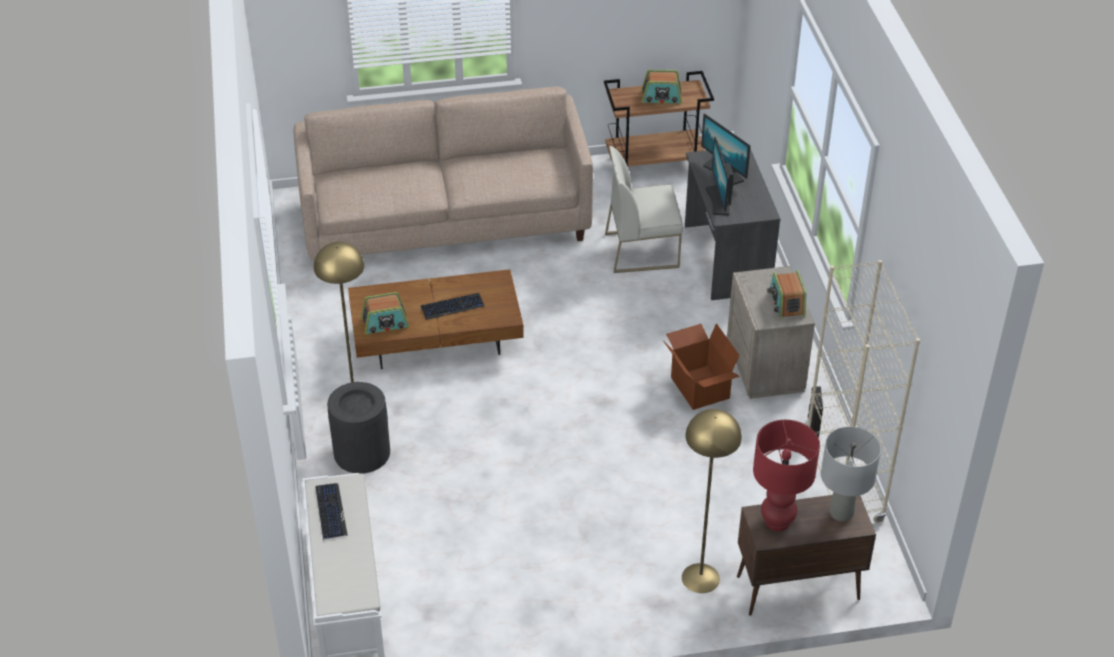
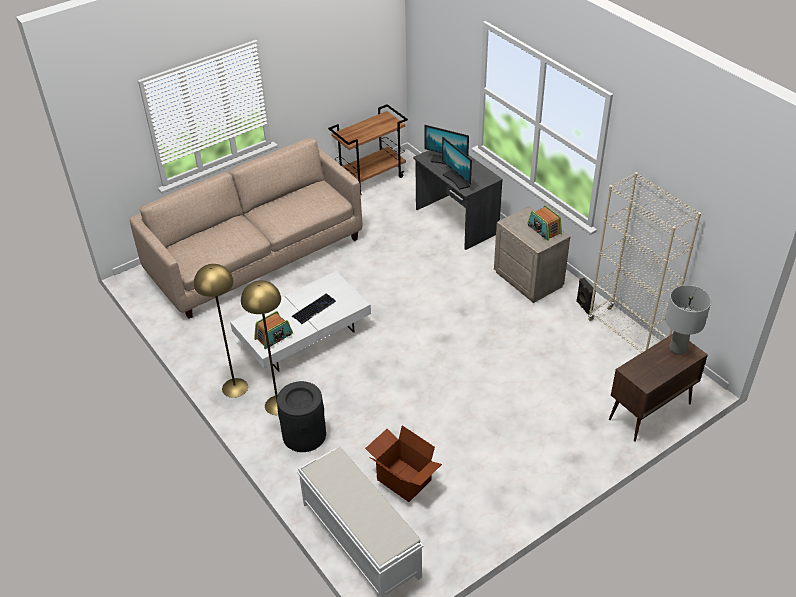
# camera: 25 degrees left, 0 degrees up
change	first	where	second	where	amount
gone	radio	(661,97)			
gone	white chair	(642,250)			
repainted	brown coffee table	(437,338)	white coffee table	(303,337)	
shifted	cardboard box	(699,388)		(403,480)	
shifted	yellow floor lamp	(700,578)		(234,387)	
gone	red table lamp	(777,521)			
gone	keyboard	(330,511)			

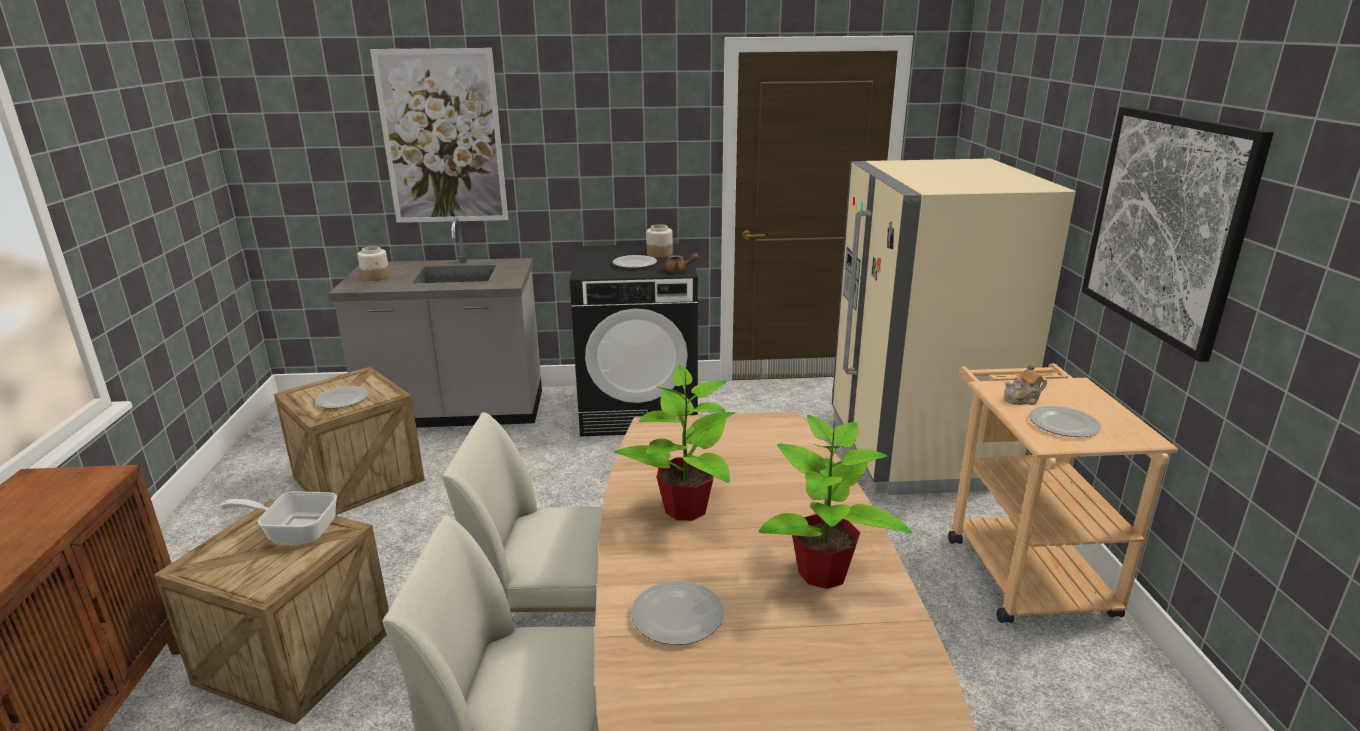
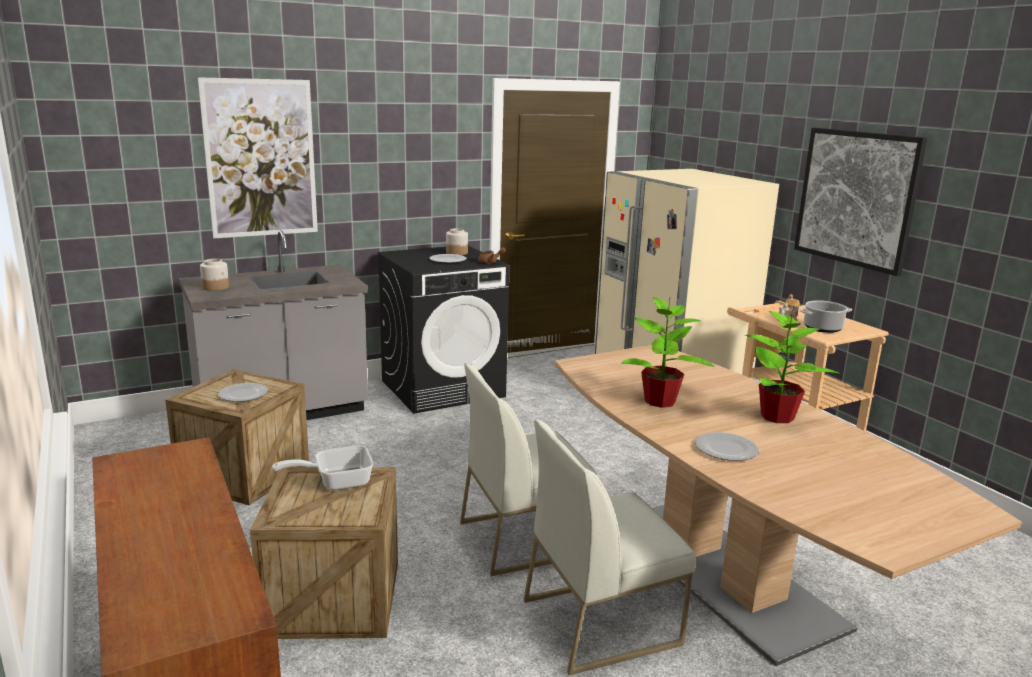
# camera: 25 degrees left, 5 degrees down
change	first	where	second	where	amount
swapped	plate	(1064,424)	cooking pot	(823,328)	

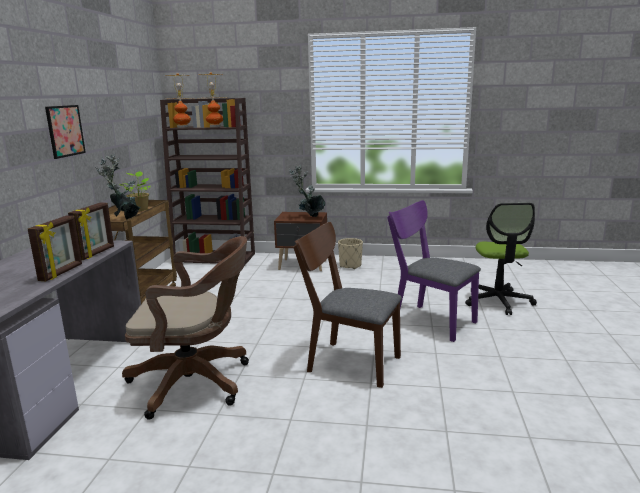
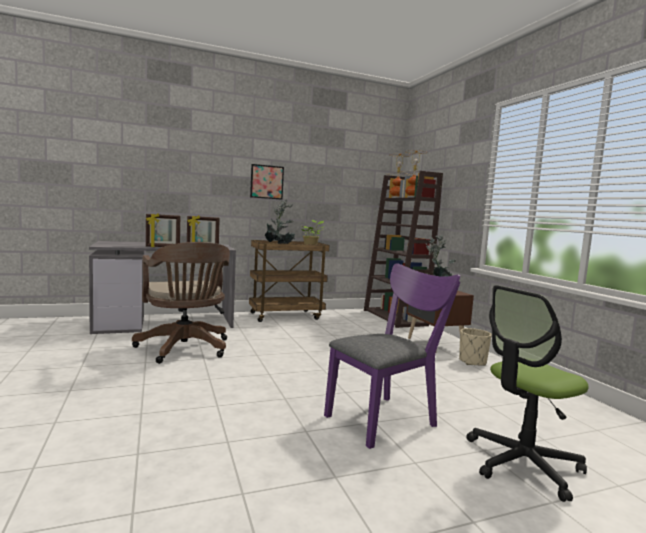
# camera: 60 degrees right, 10 degrees down
change	first	where	second	where	amount
rotated	purple chair	(428,320)		(386,418)	45 degrees clockwise
gone	brown chair	(347,362)			

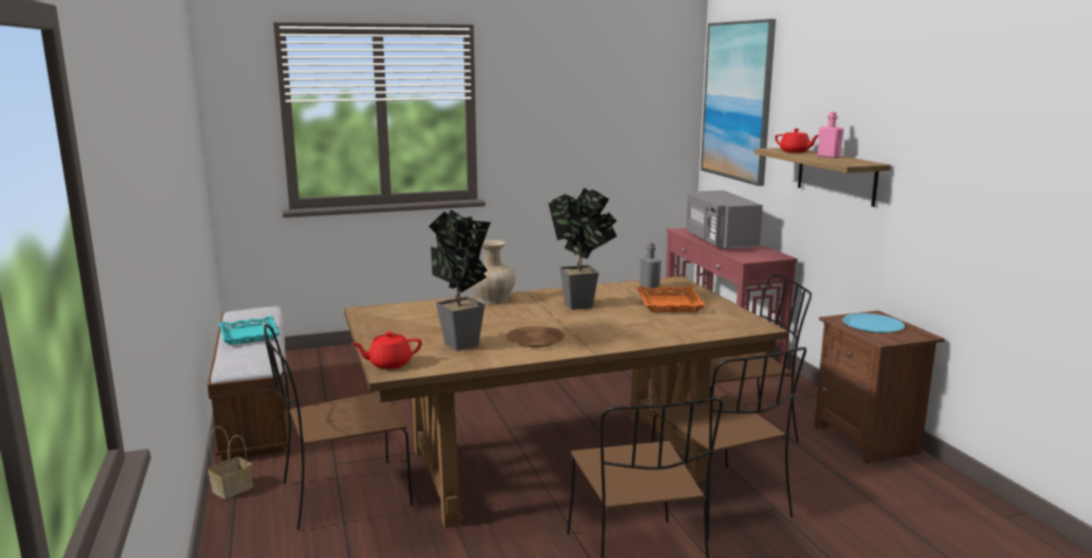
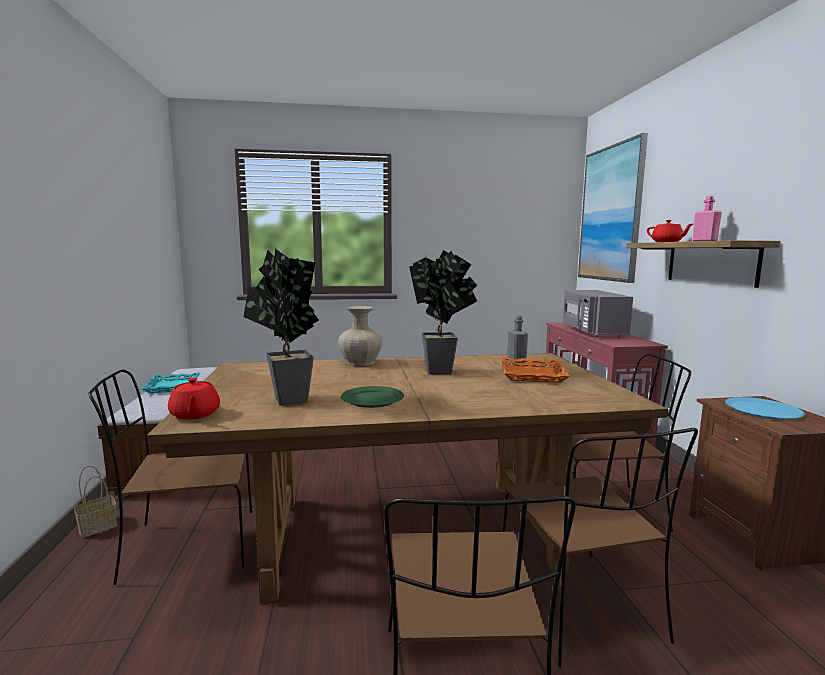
# camera: 10 degrees right, 5 degrees down
change	first	where	second	where	amount
repainted	brown plate	(535,339)	green plate	(372,399)	
rotated	red teapot	(389,364)		(195,415)	105 degrees counterclockwise

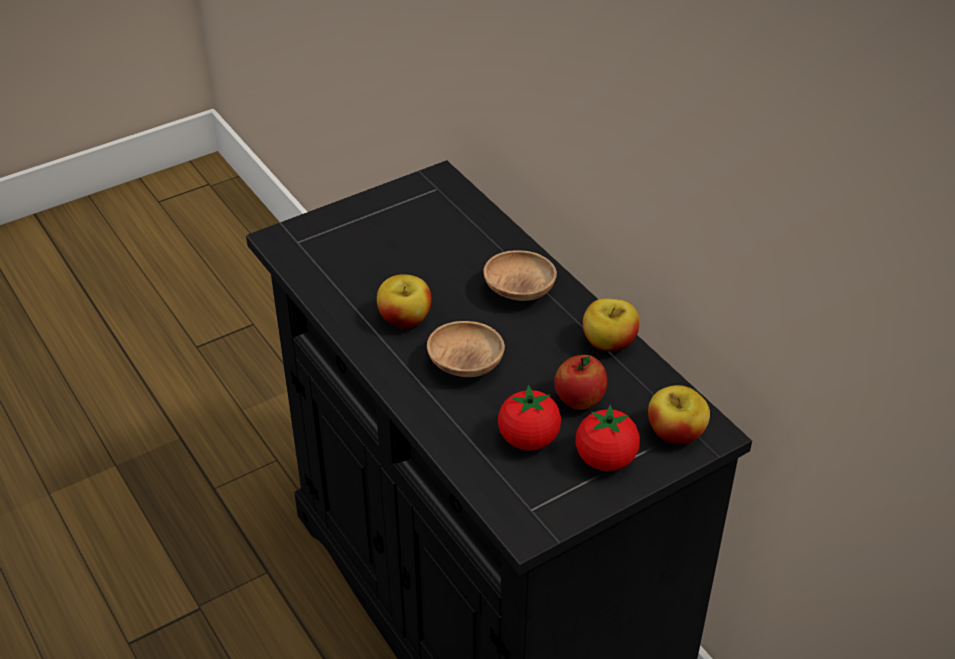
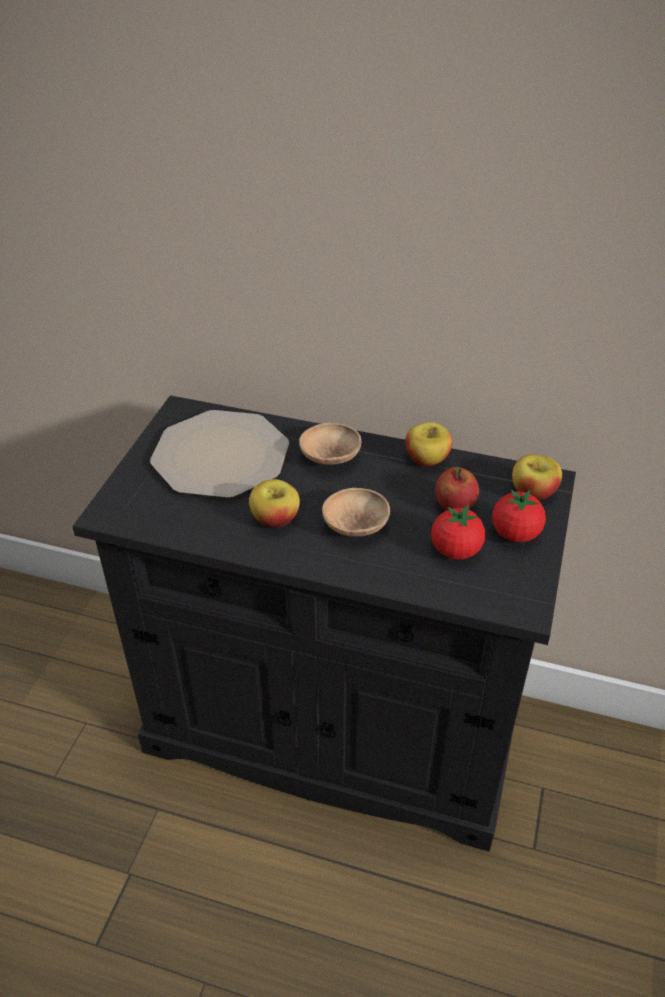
# camera: 40 degrees left, 0 degrees up
change	first	where	second	where	amount
new			plate	(220,455)	

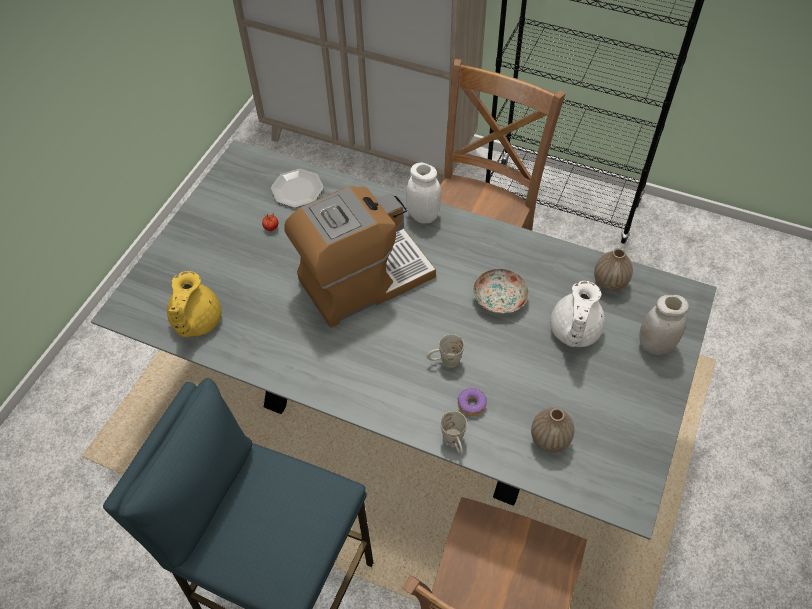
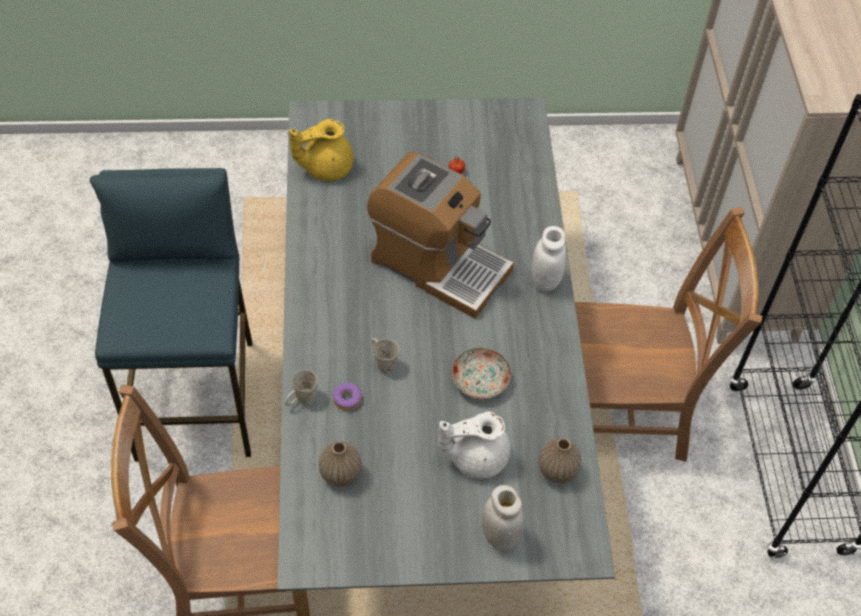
# camera: 60 degrees right, 0 degrees up
change	first	where	second	where	amount
gone	plate	(297,189)			

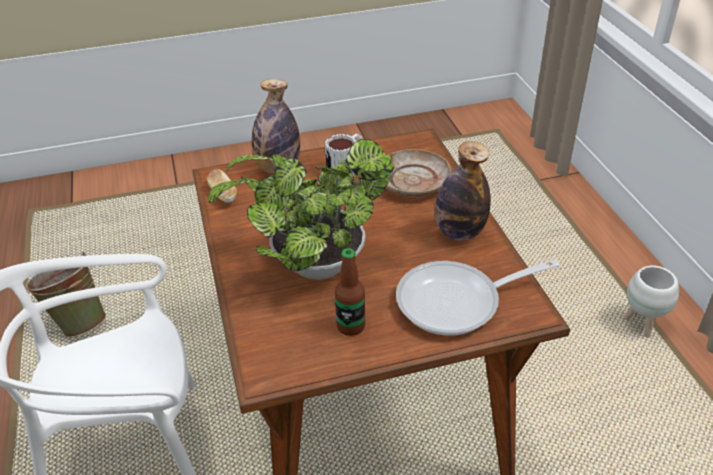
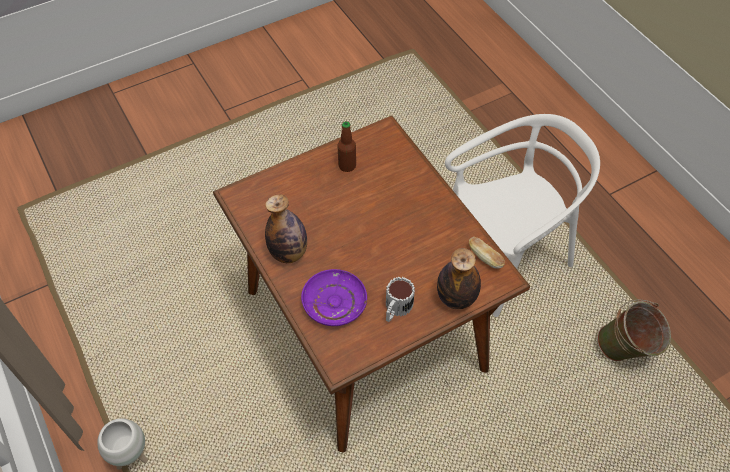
# camera: 165 degrees right, 15 degrees up
change	first	where	second	where	amount
gone	potted plant	(312,266)			
repainted	beige plate	(413,182)	purple plate	(334,302)	
gone	frying pan	(457,302)			

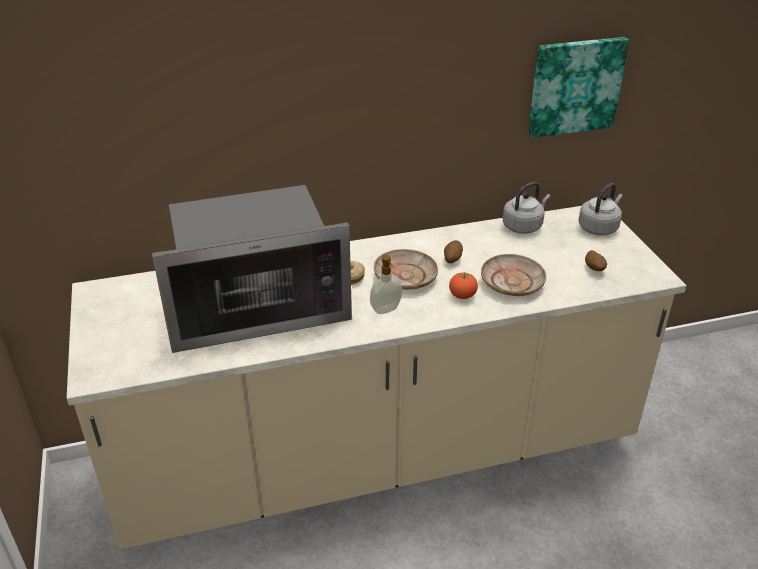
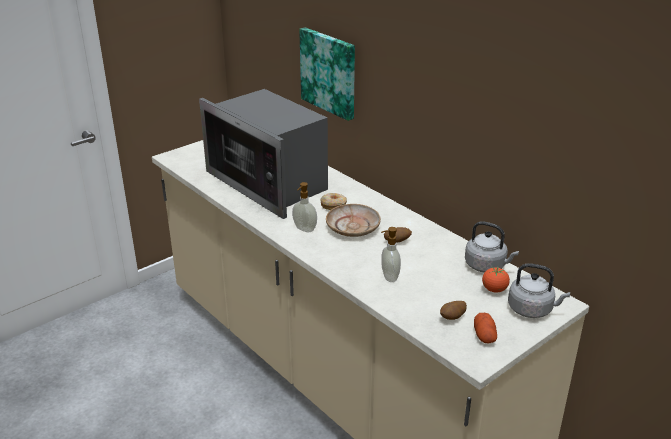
# camera: 65 degrees right, 5 degrees down
change	first	where	second	where	amount
shifted	picture	(574,86)		(329,72)	
swapped	beige plate	(512,283)	soap dispenser	(389,277)	
shifted	tomato	(462,296)		(494,289)	
new			potato	(484,335)	

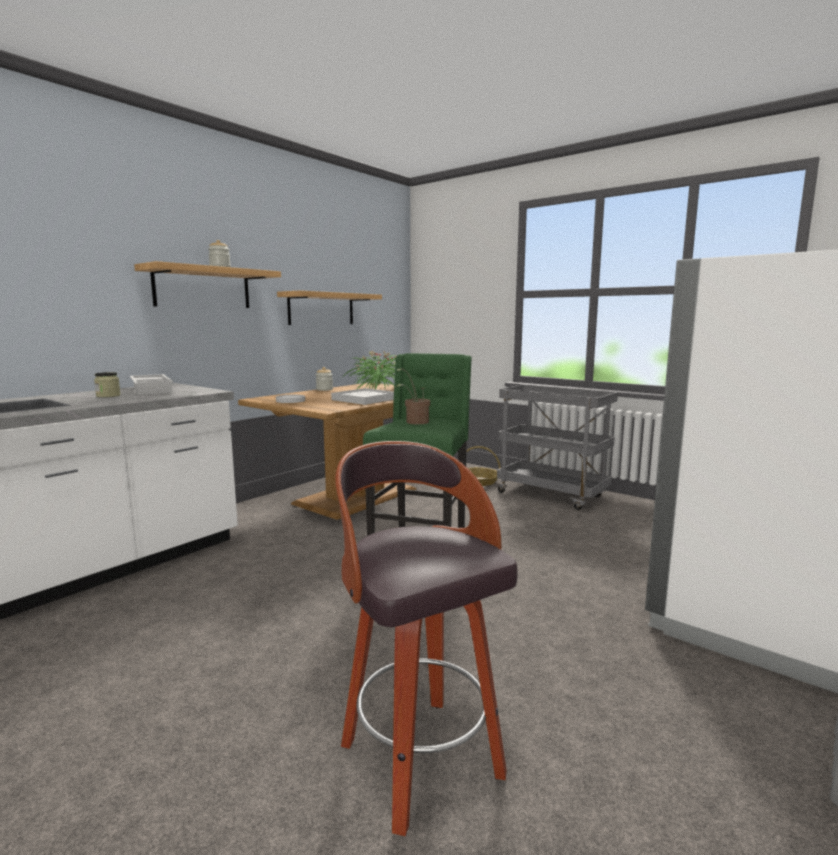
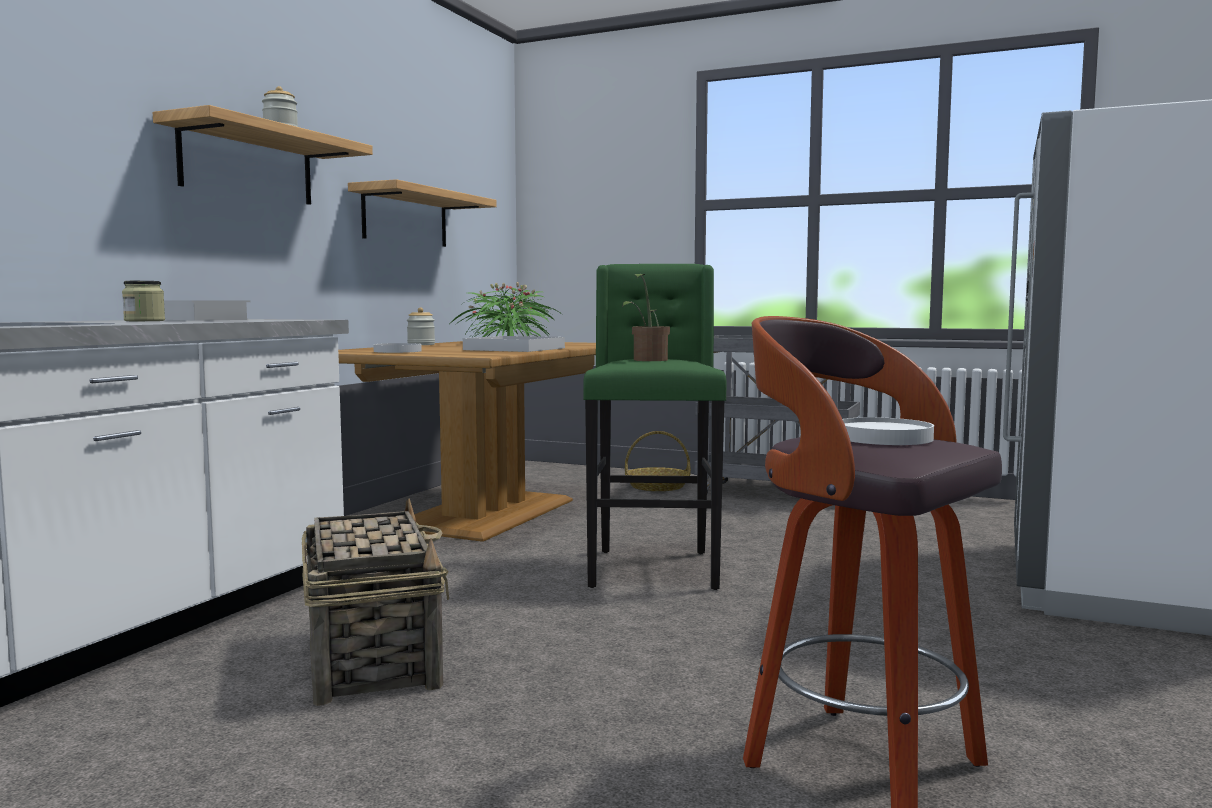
# camera: 15 degrees left, 5 degrees down
change	first	where	second	where	amount
new			white plate	(884,438)	
new			basket	(372,658)	

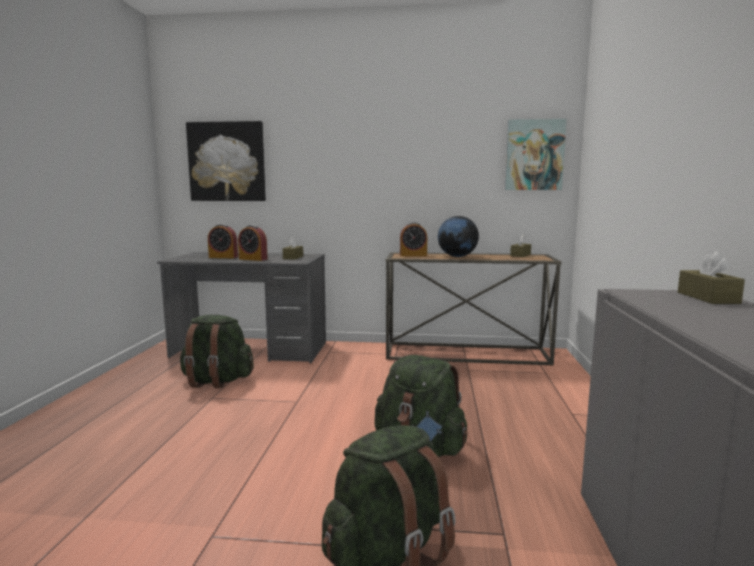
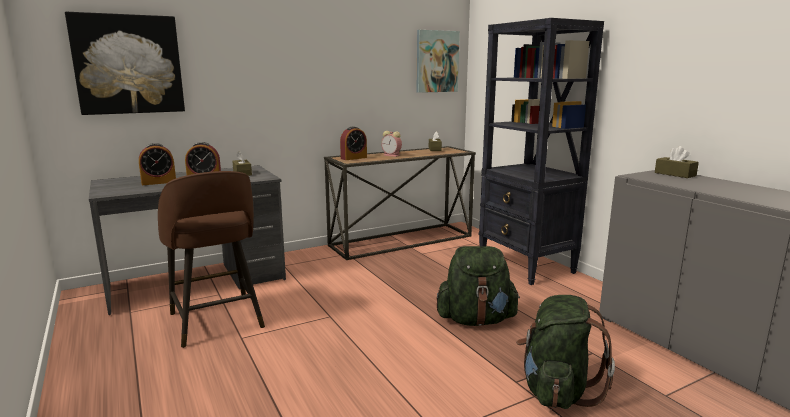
# camera: 35 degrees left, 5 degrees up
change	first	where	second	where	amount
swapped	globe	(457,256)	alarm clock	(392,155)	
swapped	green backpack	(216,381)	brown stool	(217,322)	
new			black bookcase	(526,266)	

